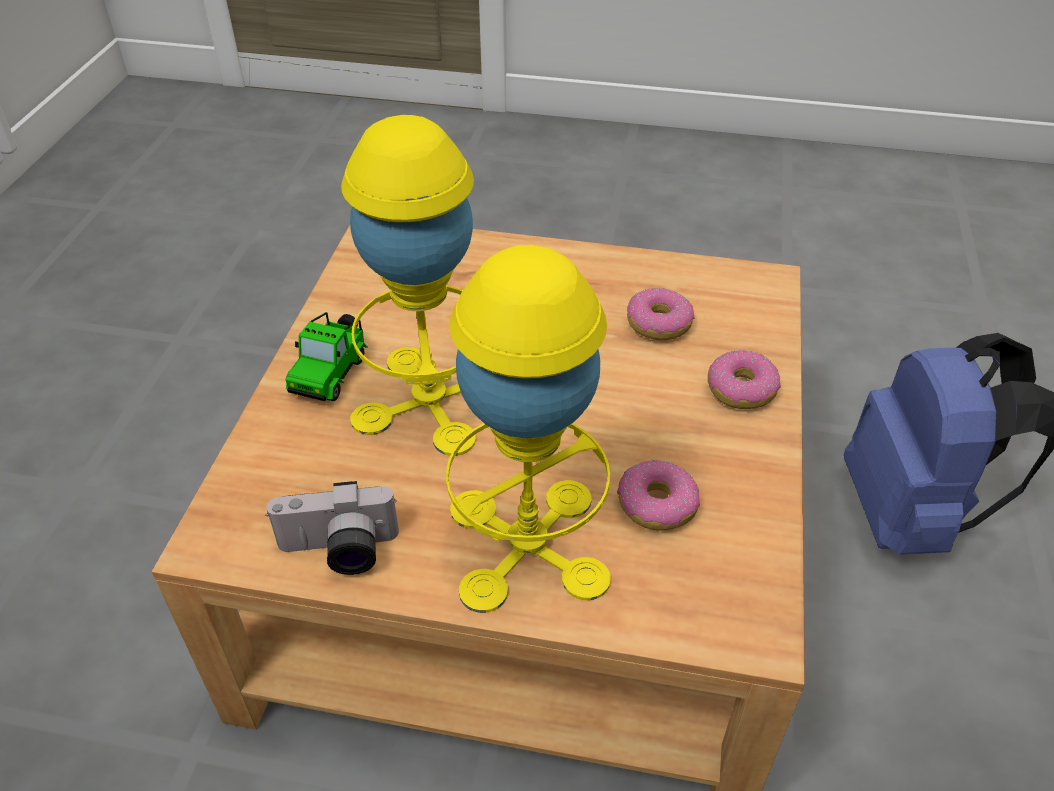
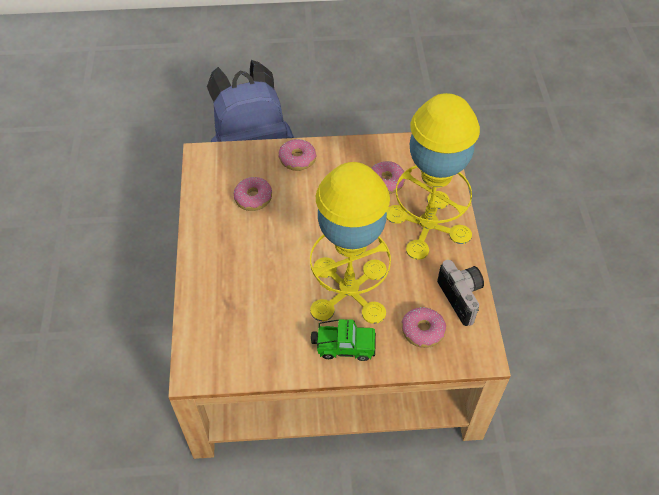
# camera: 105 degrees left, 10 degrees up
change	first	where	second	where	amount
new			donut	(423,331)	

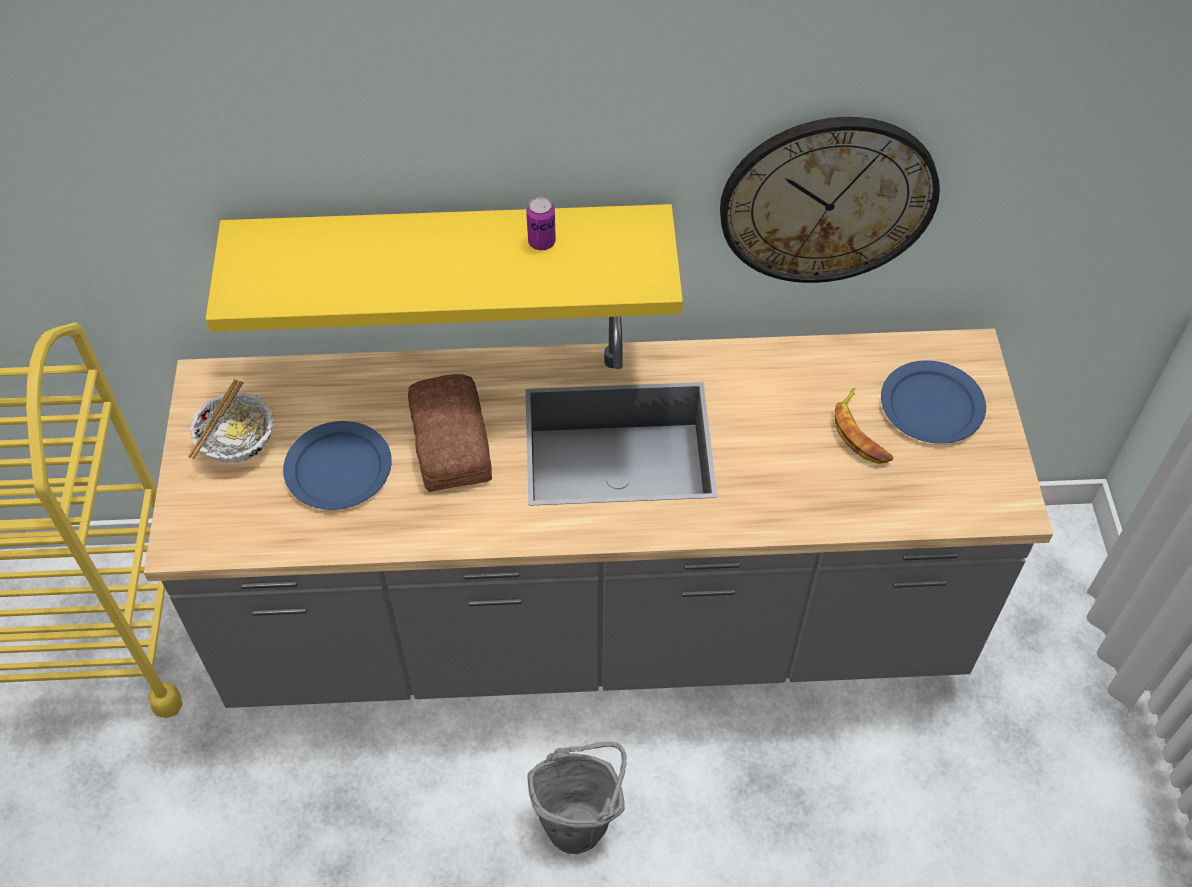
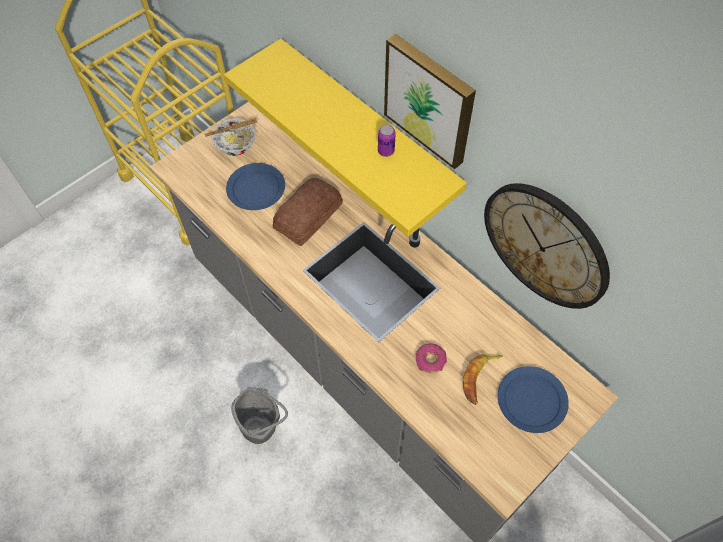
# camera: 50 degrees right, 5 degrees up
change	first	where	second	where	amount
new			picture	(430,100)	
new			donut	(430,360)	

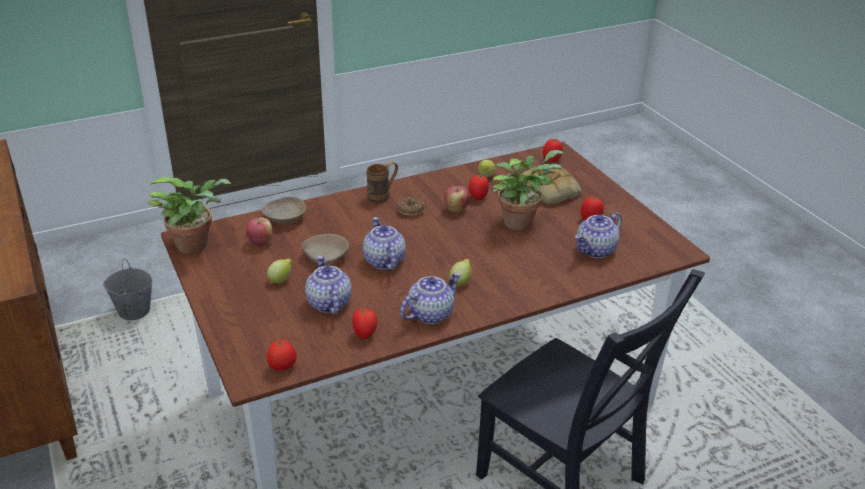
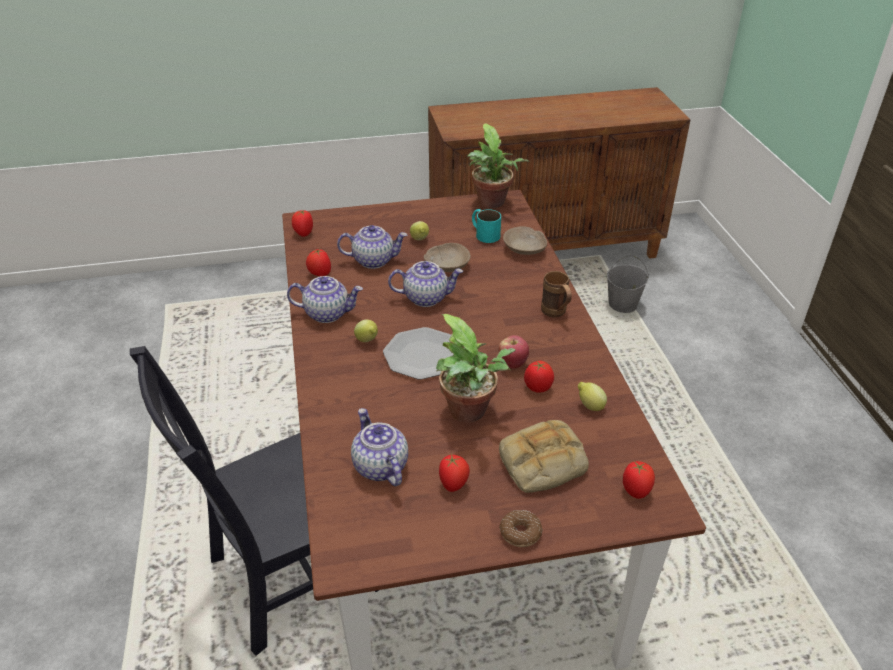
# camera: 105 degrees right, 5 degrees up
change	first	where	second	where	amount
shifted	donut	(411,210)		(520,533)	
swapped	apple	(260,243)	turquoise mug	(484,233)	
rotated	teapot	(430,314)		(327,313)	60 degrees counterclockwise
new			plate	(422,355)	

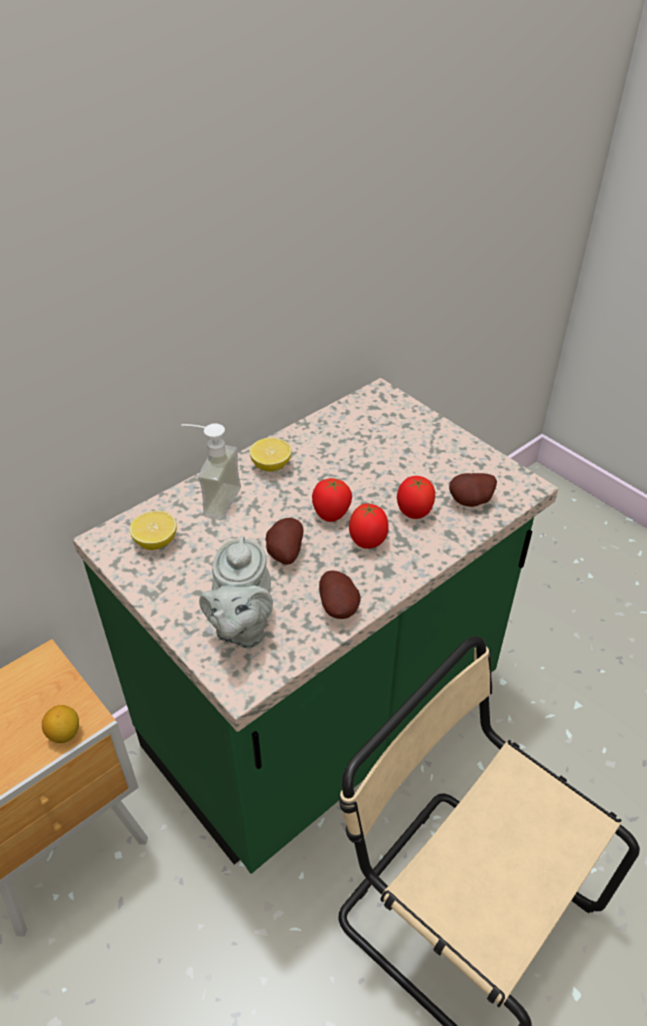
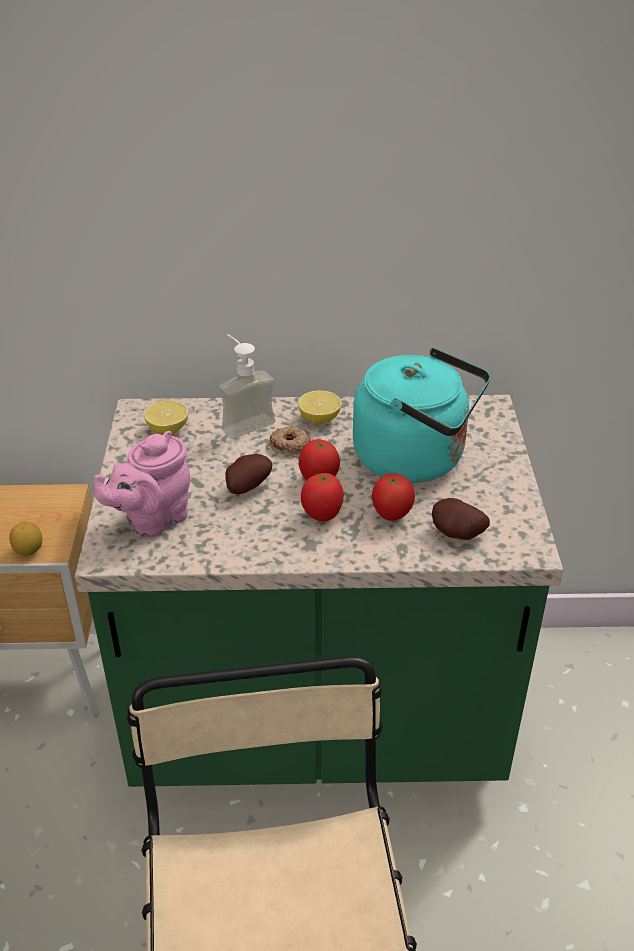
# camera: 40 degrees right, 5 degrees down
change	first	where	second	where	amount
repainted	grey teapot	(241,627)	pink teapot	(152,519)	
gone	potato	(340,608)			
new			turquoise kettle	(416,459)	
new			donut	(290,445)	

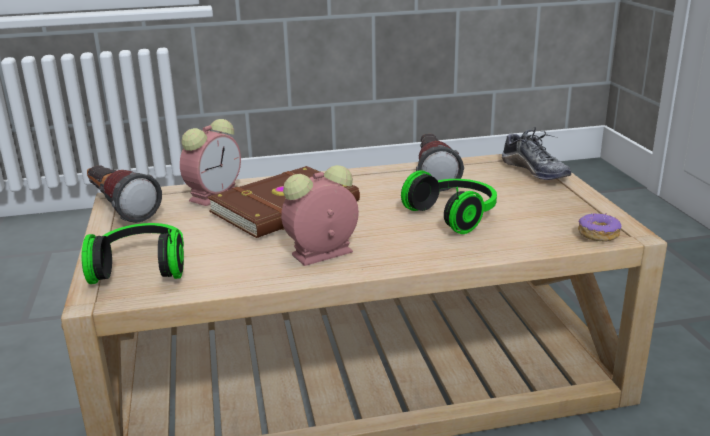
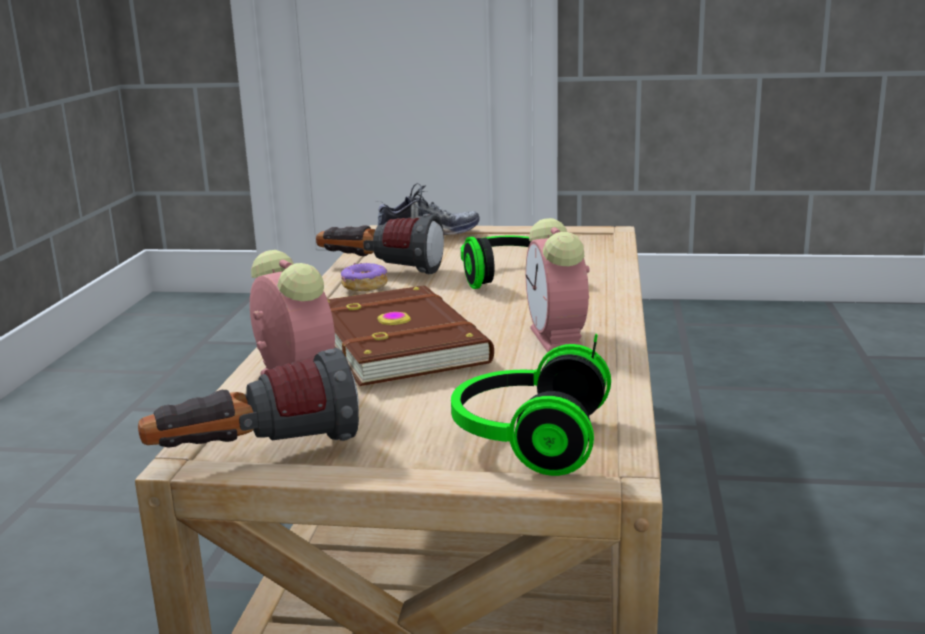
# camera: 70 degrees left, 5 degrees down
change	first	where	second	where	amount
shifted	donut	(598,234)		(364,286)	

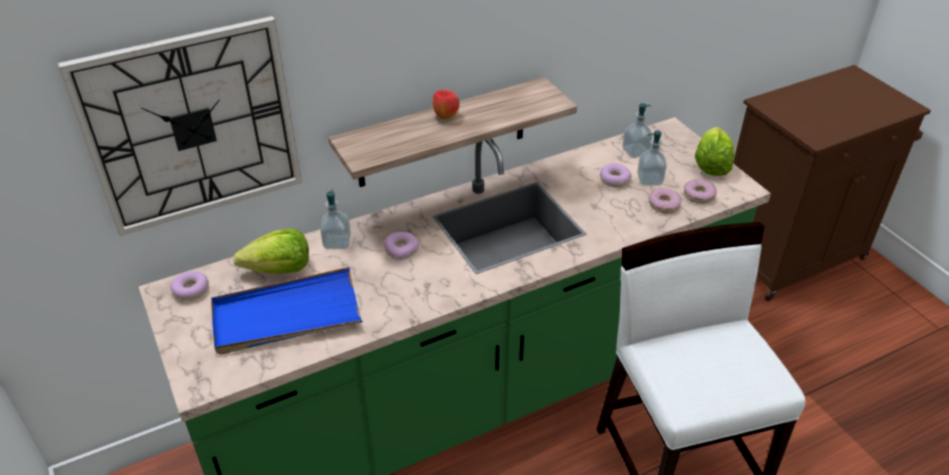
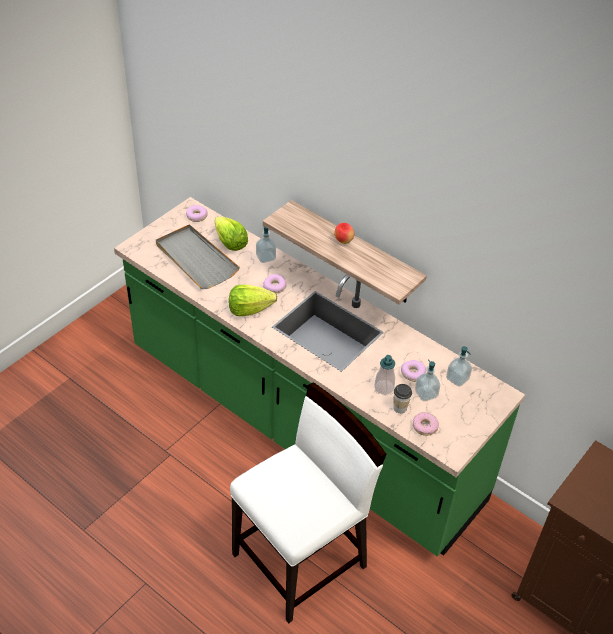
# camera: 65 degrees right, 5 degrees up
change	first	where	second	where	amount
gone	wall clock	(192,127)			
shifted	lettuce	(711,165)		(249,309)	
swapped	donut	(664,205)	cup	(400,407)	
repainted	blue tray	(286,316)	grey tray	(195,259)	
new			soap dispenser	(384,387)	

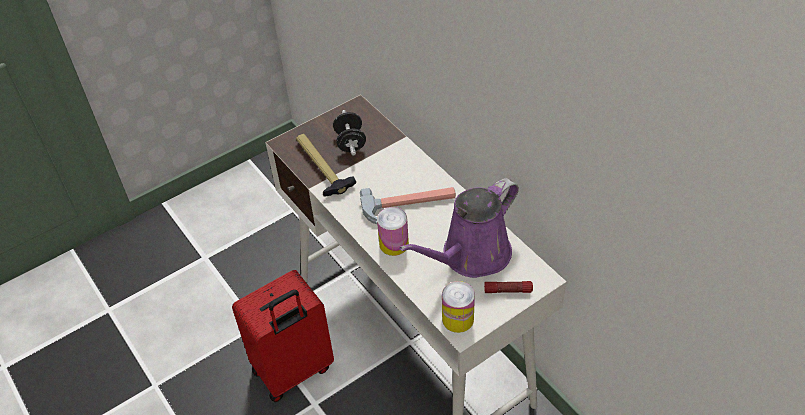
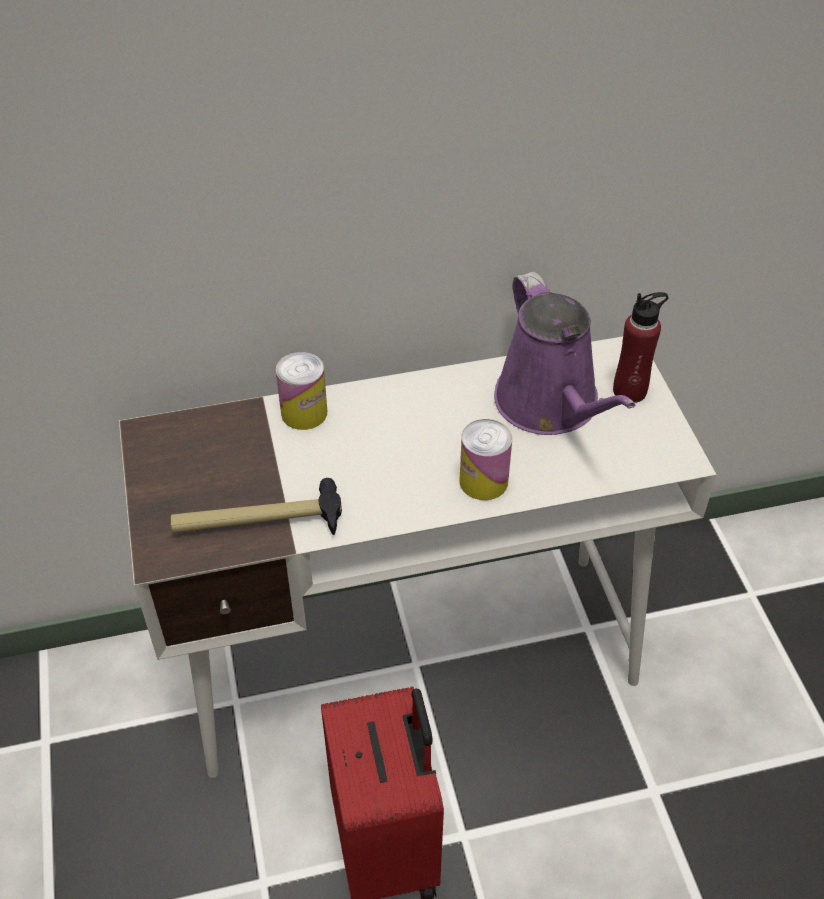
# camera: 70 degrees left, 0 degrees up
change	first	where	second	where	amount
gone	black dumbbell	(350,142)			
gone	hammer	(409,205)			
shifted	can	(458,319)		(304,413)	
swapped	flashlight	(508,290)	red bottle	(630,391)	

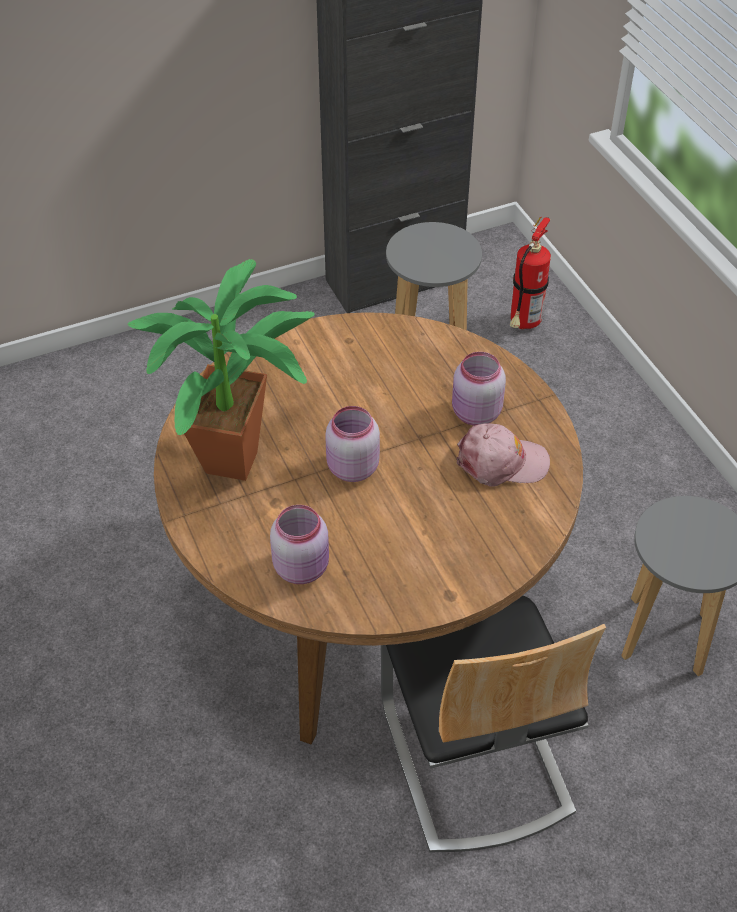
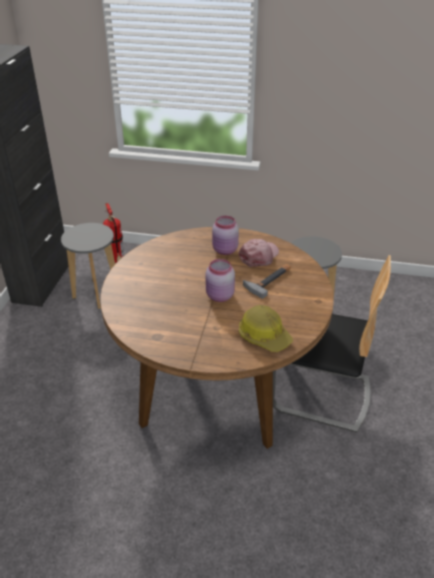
# camera: 55 degrees left, 10 degrees down
change	first	where	second	where	amount
gone	potted plant	(241,455)			
swapped	pink jar	(302,567)	hard hat	(264,336)	
new			hammer	(269,280)	

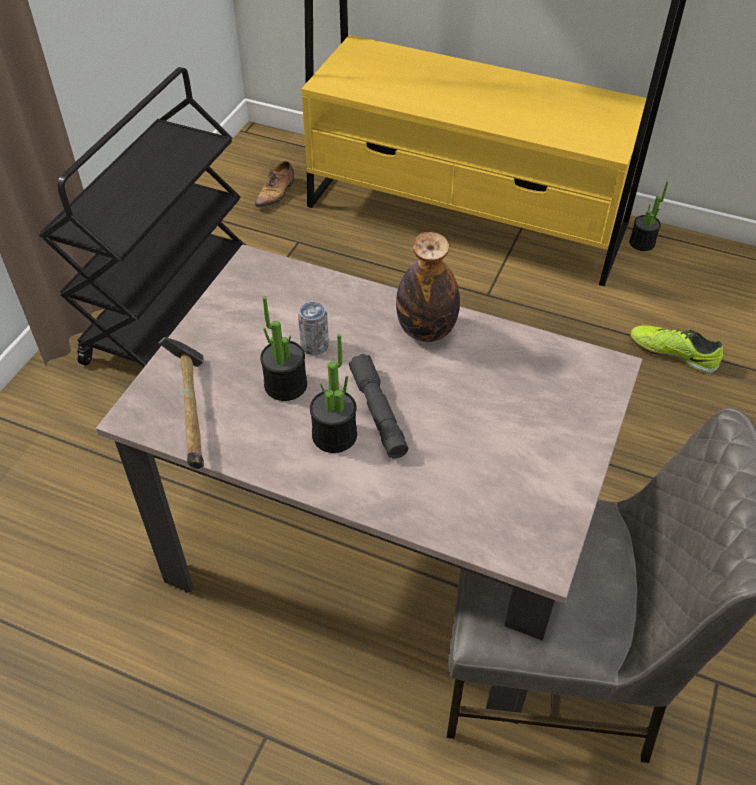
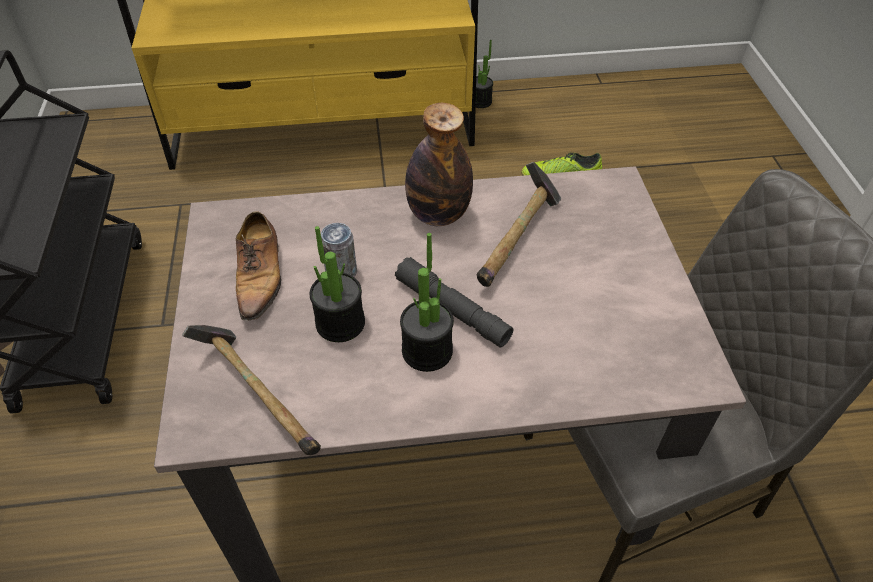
# camera: 30 degrees left, 0 degrees up
change	first	where	second	where	amount
shifted	shoe	(276,193)		(260,277)	
new			hammer	(518,239)	

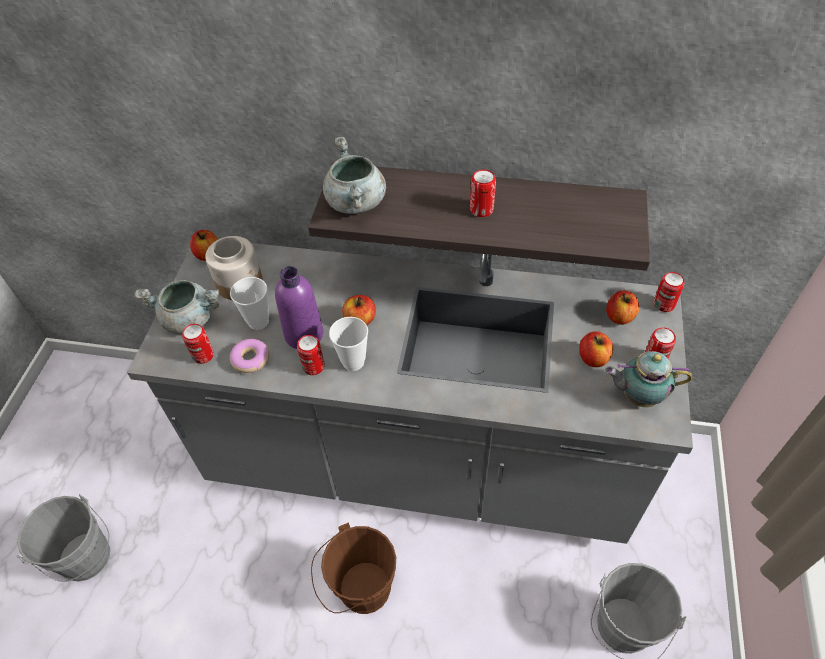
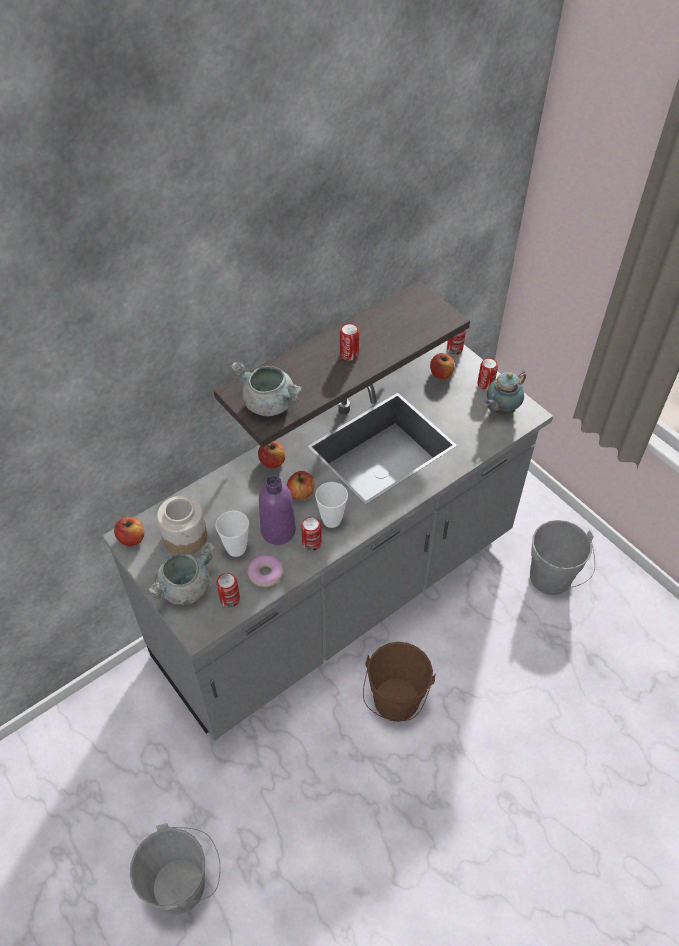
# camera: 50 degrees left, 0 degrees up
change	first	where	second	where	amount
shifted	apple	(593,358)		(272,462)	

